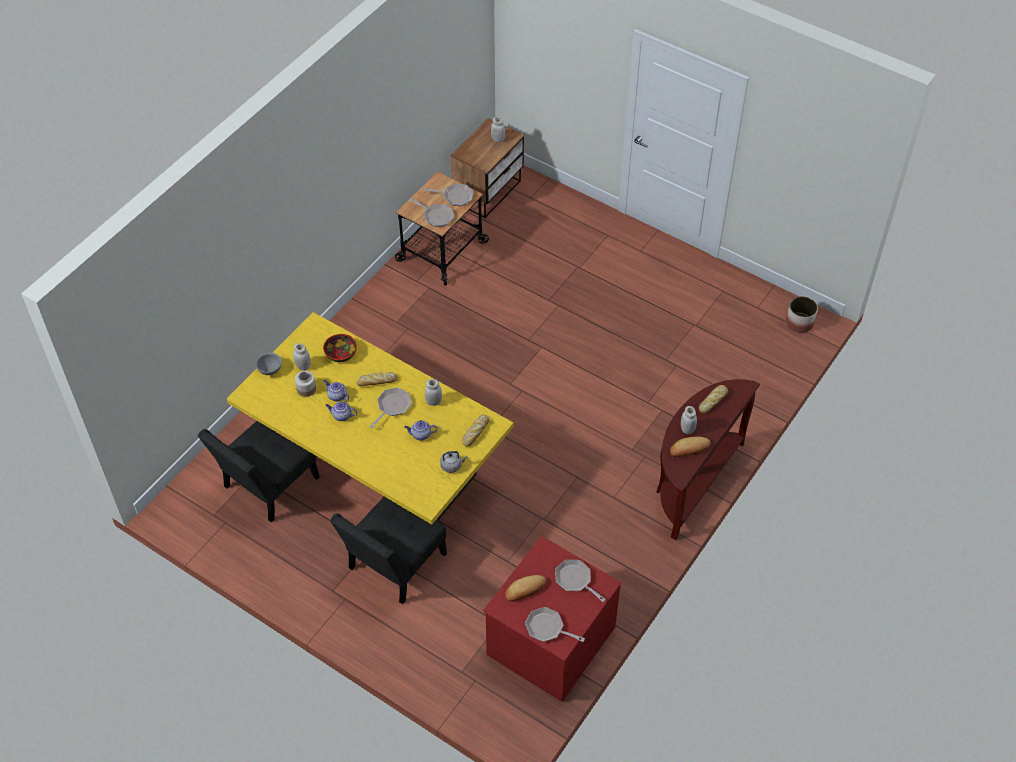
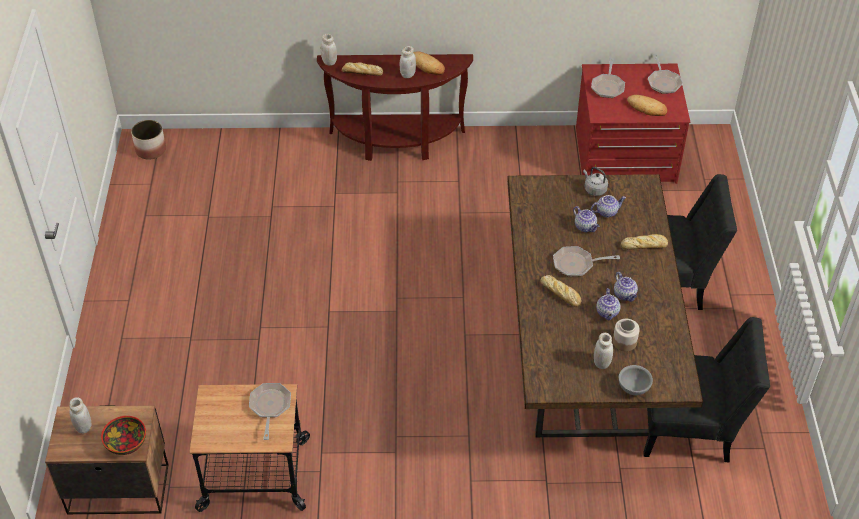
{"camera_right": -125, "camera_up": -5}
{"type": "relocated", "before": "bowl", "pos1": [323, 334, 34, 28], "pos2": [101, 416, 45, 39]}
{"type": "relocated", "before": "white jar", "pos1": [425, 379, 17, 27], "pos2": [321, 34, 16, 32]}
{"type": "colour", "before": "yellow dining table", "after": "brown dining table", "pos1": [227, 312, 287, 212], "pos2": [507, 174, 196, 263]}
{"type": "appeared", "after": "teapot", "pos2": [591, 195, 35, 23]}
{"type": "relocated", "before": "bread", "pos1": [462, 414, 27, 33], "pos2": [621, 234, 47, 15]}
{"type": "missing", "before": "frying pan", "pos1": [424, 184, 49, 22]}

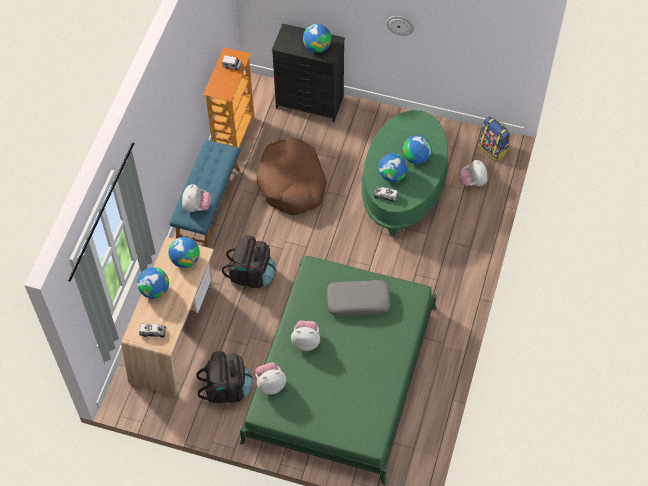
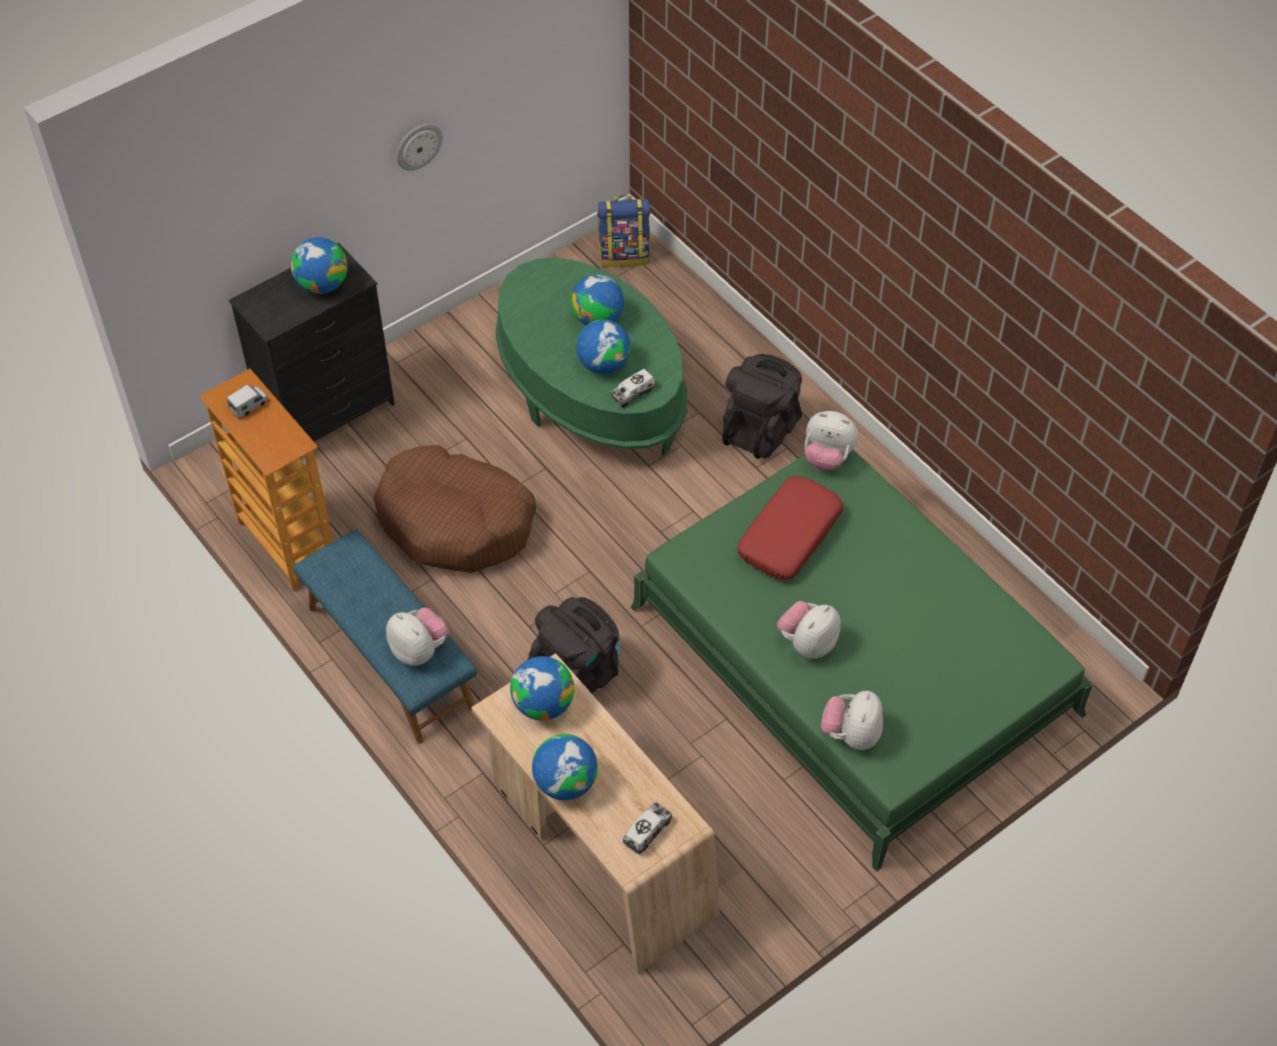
{"camera_right": -55, "camera_up": -5}
{"type": "relocated", "before": "black backpack", "pos1": [196, 351, 57, 52], "pos2": [722, 354, 80, 105]}
{"type": "colour", "before": "grey pillow", "after": "red pillow", "pos1": [327, 280, 63, 35], "pos2": [737, 476, 106, 104]}
{"type": "relocated", "before": "plush toy", "pos1": [459, 160, 29, 26], "pos2": [805, 411, 53, 60]}

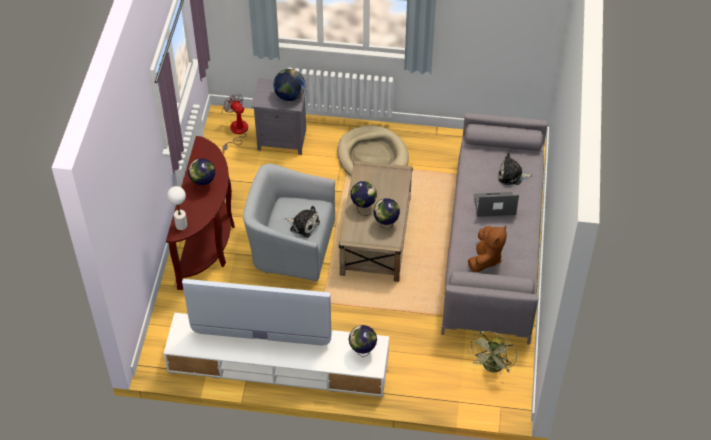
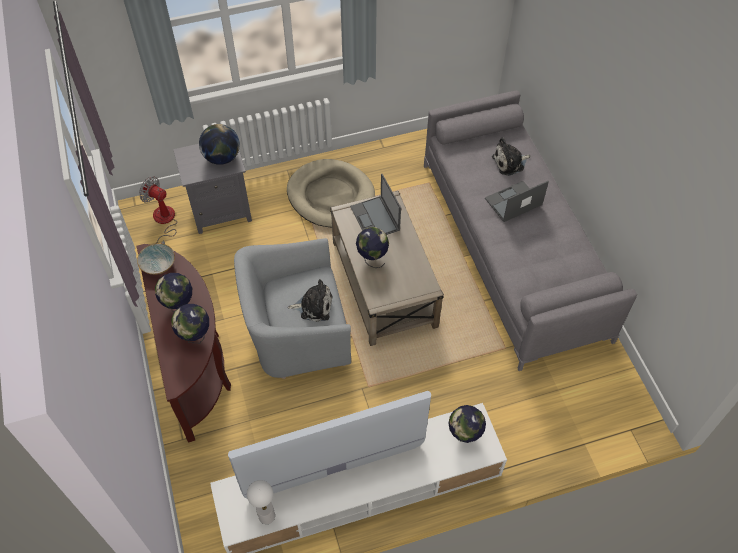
{"camera_right": -25, "camera_up": 5}
{"type": "appeared", "after": "bowl", "pos2": [137, 243, 38, 32]}
{"type": "relocated", "before": "globe", "pos1": [373, 199, 27, 31], "pos2": [171, 304, 38, 39]}
{"type": "relocated", "before": "white table lamp", "pos1": [167, 186, 20, 44], "pos2": [247, 480, 28, 44]}
{"type": "appeared", "after": "laptop", "pos2": [350, 174, 51, 61]}
{"type": "missing", "before": "brown plush toy", "pos1": [468, 225, 39, 47]}
{"type": "missing", "before": "green fan", "pos1": [468, 331, 49, 43]}

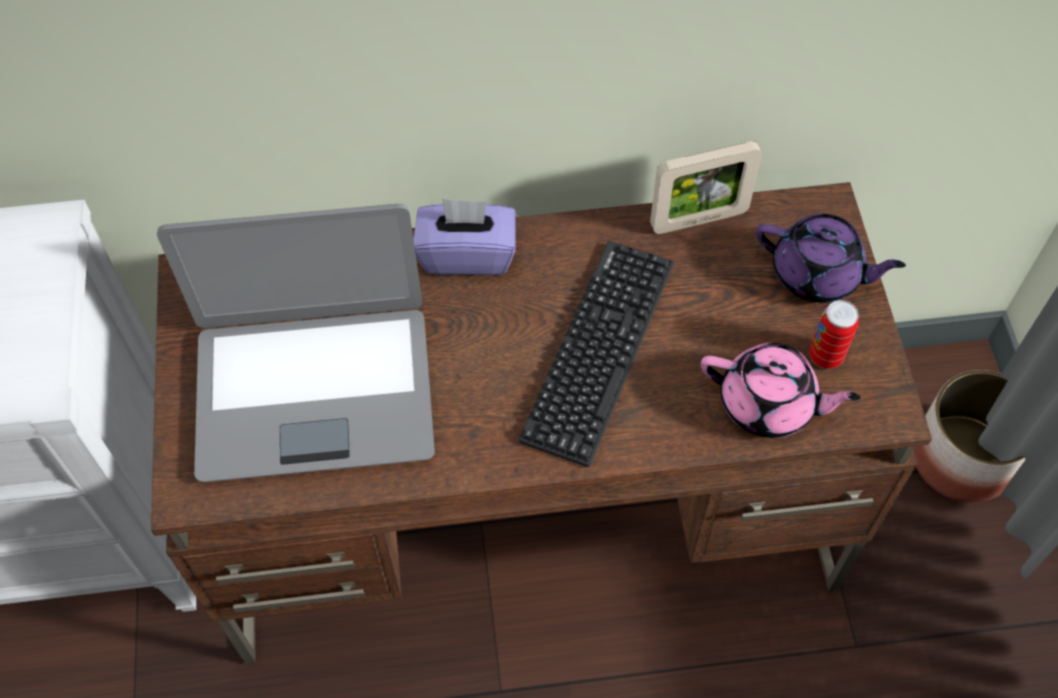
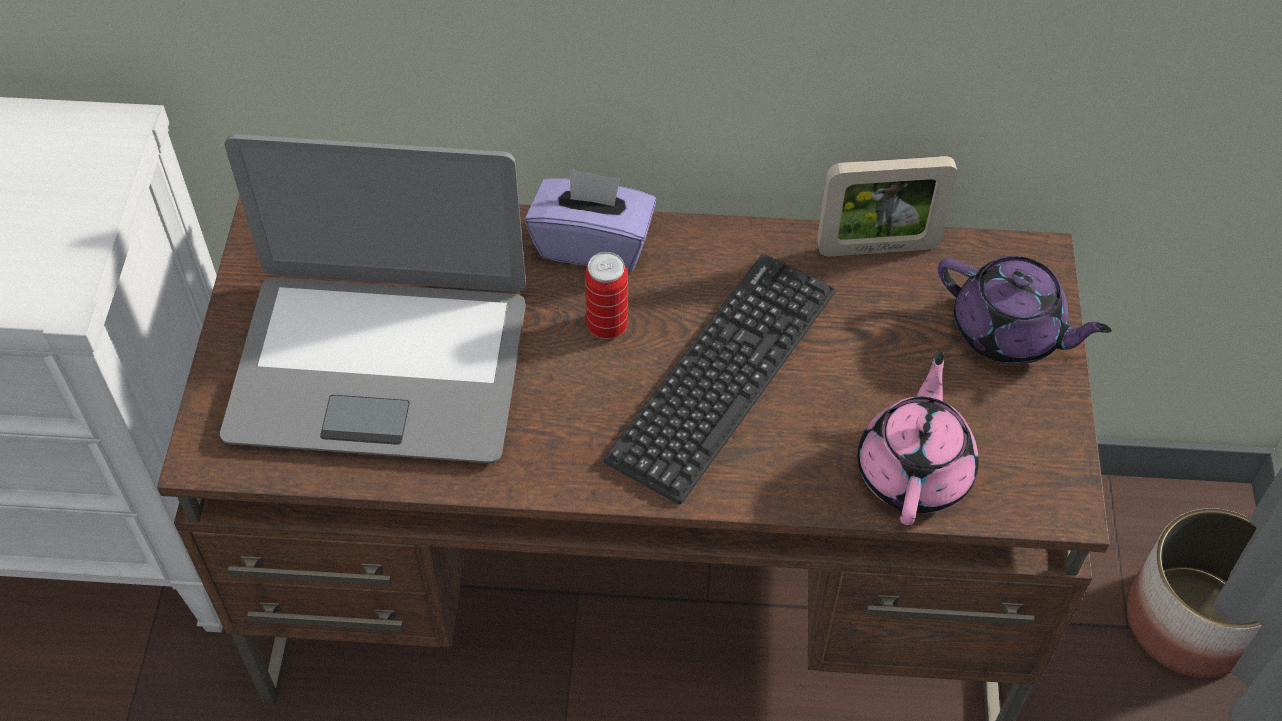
{"camera_right": 10, "camera_up": -5}
{"type": "relocated", "before": "can", "pos1": [809, 300, 50, 69], "pos2": [585, 252, 43, 87]}
{"type": "spun", "before": "pink teapot", "pos1": [701, 343, 160, 95], "pos2": [858, 351, 121, 174], "turn": -105}

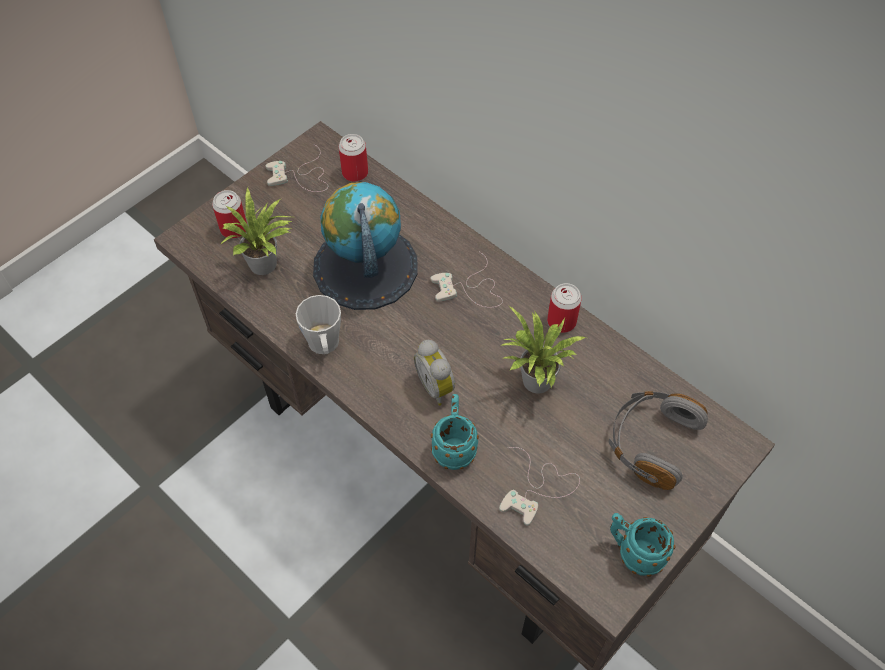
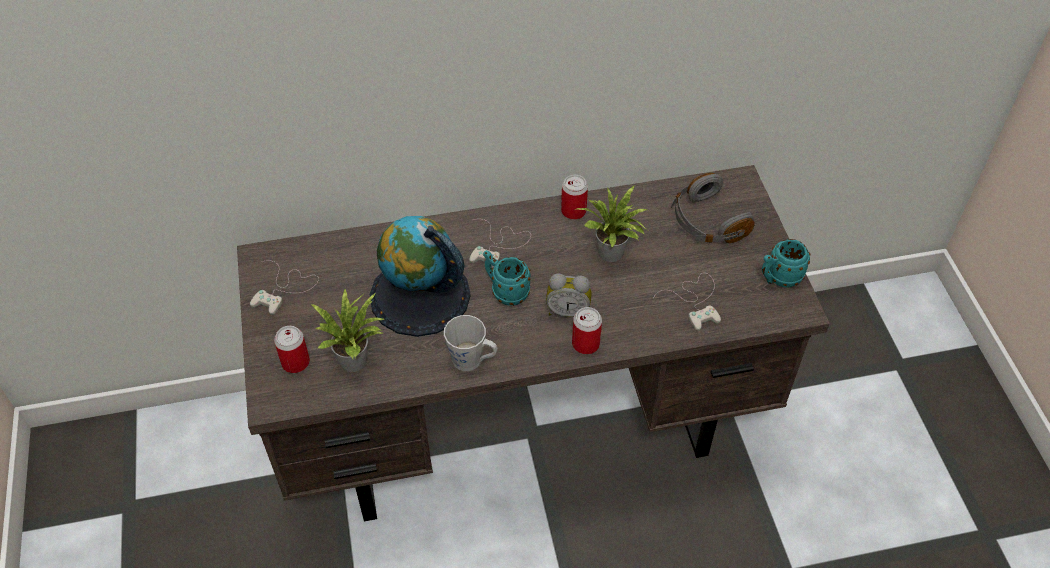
{"camera_right": -55, "camera_up": -5}
{"type": "relocated", "before": "turquoise mug", "pos1": [431, 394, 48, 76], "pos2": [483, 250, 48, 56]}
{"type": "relocated", "before": "can", "pos1": [339, 134, 29, 48], "pos2": [572, 307, 30, 47]}

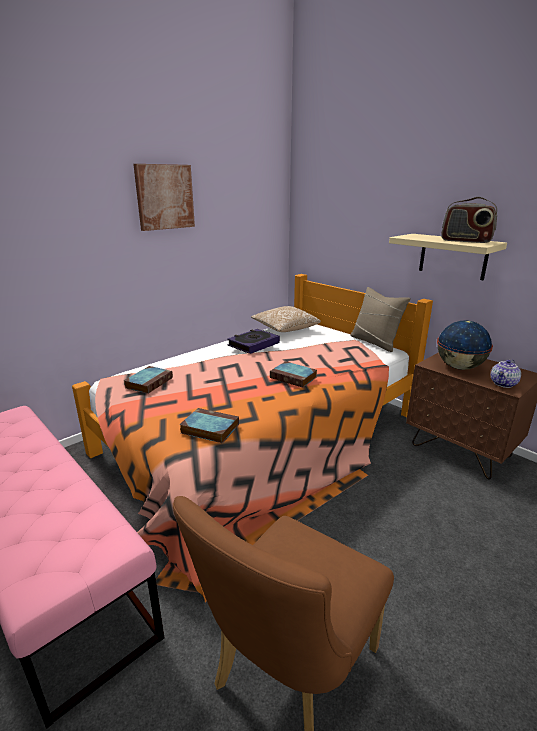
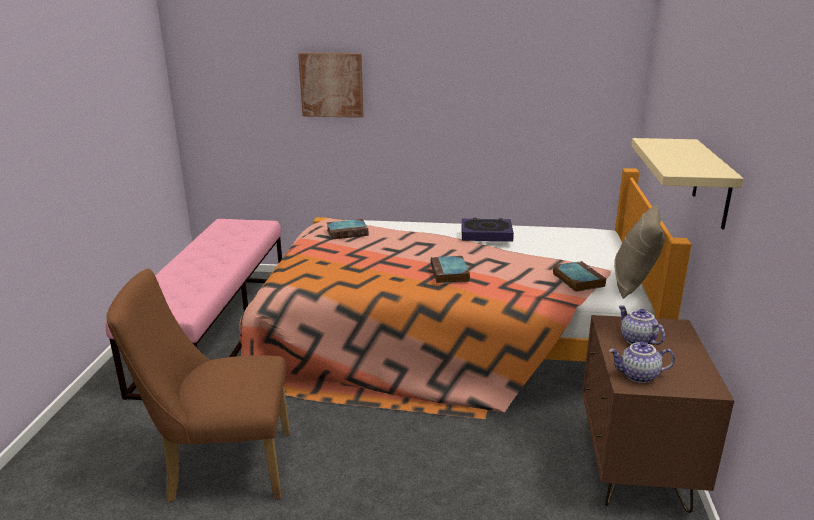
{"camera_right": 50, "camera_up": 0}
{"type": "relocated", "before": "picture", "pos1": [133, 164, 62, 67], "pos2": [298, 53, 66, 65]}
{"type": "relocated", "before": "book", "pos1": [179, 408, 60, 35], "pos2": [553, 261, 53, 31]}
{"type": "exchanged", "before": "globe", "after": "teapot", "pos1": [437, 320, 56, 50], "pos2": [619, 305, 46, 40]}
{"type": "missing", "before": "pillow", "pos1": [251, 306, 70, 26]}
{"type": "missing", "before": "radio", "pos1": [441, 197, 56, 46]}

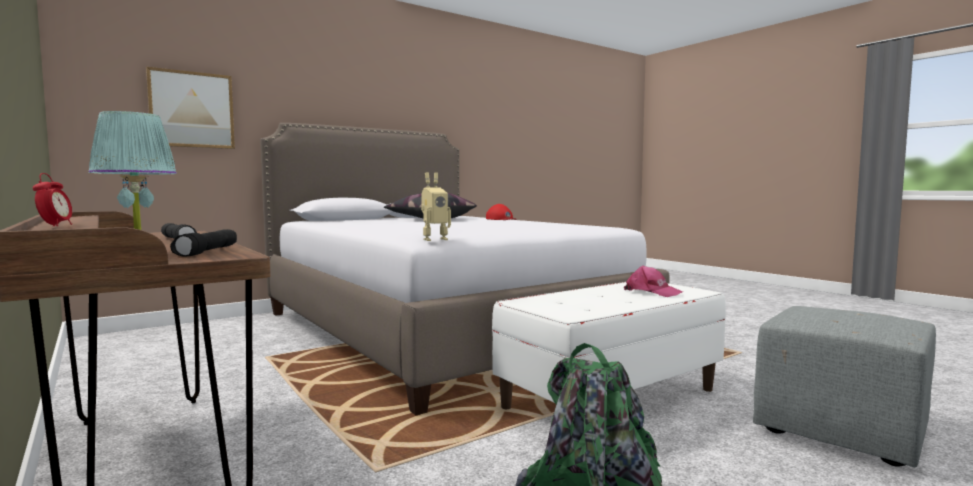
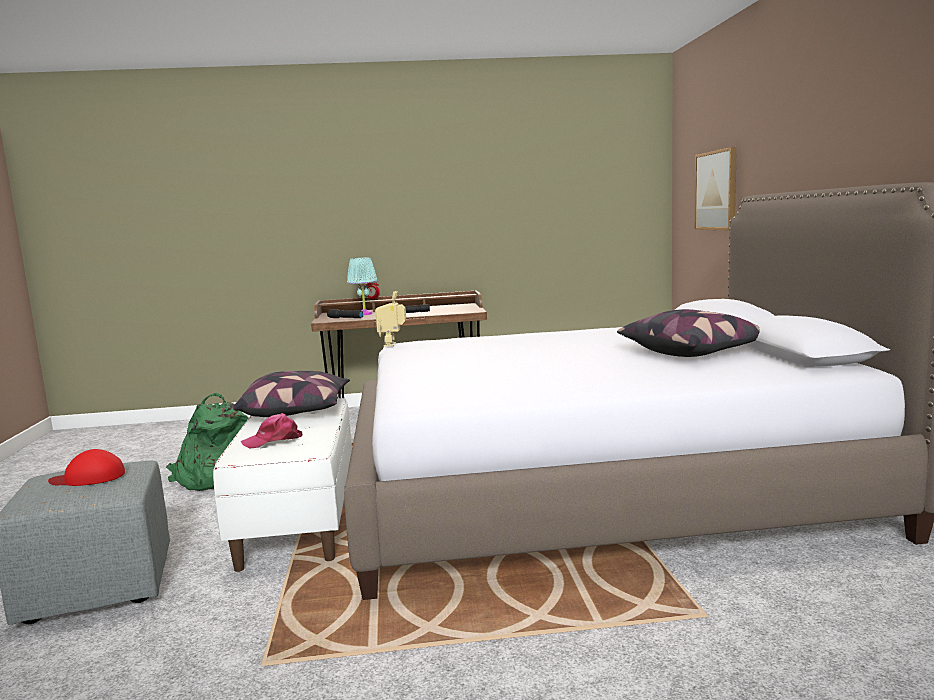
{"camera_right": 120, "camera_up": 5}
{"type": "relocated", "before": "red cap", "pos1": [486, 204, 31, 16], "pos2": [48, 449, 77, 37]}
{"type": "appeared", "after": "pillow", "pos2": [233, 371, 117, 46]}

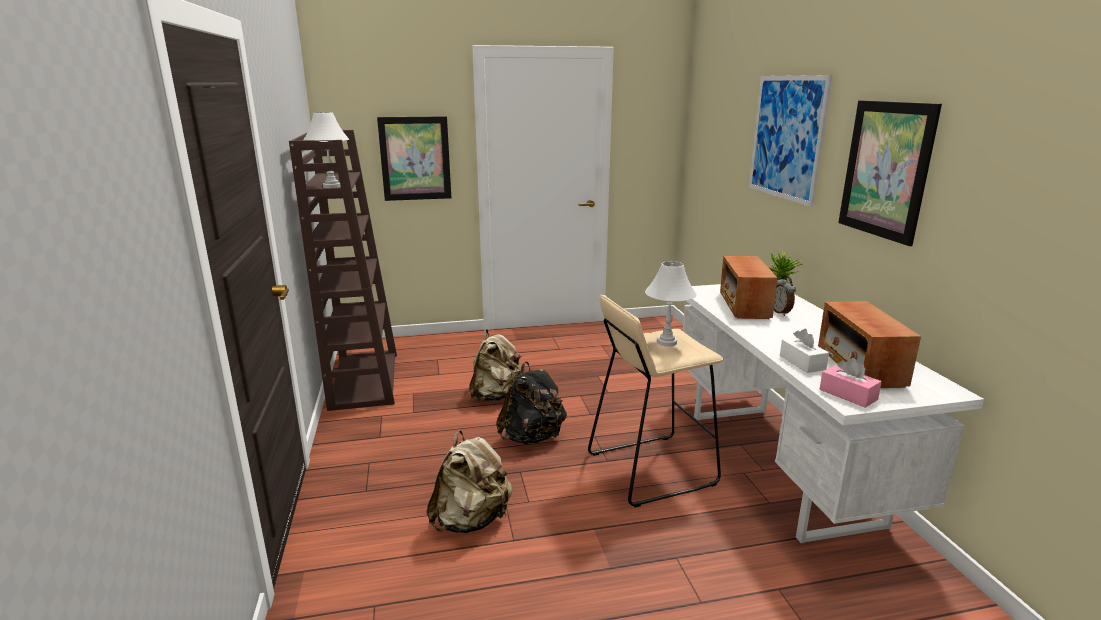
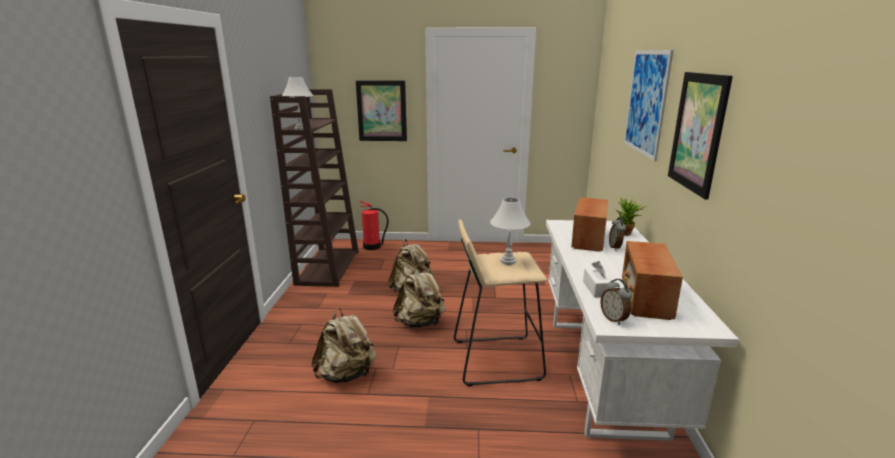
{"camera_right": 15, "camera_up": 0}
{"type": "appeared", "after": "fire extinguisher", "pos2": [360, 201, 28, 49]}
{"type": "colour", "before": "black backpack", "after": "beige backpack", "pos1": [496, 362, 71, 82], "pos2": [393, 266, 53, 61]}
{"type": "exchanged", "before": "pink tissue box", "after": "alarm clock", "pos1": [820, 358, 62, 50], "pos2": [600, 279, 32, 46]}

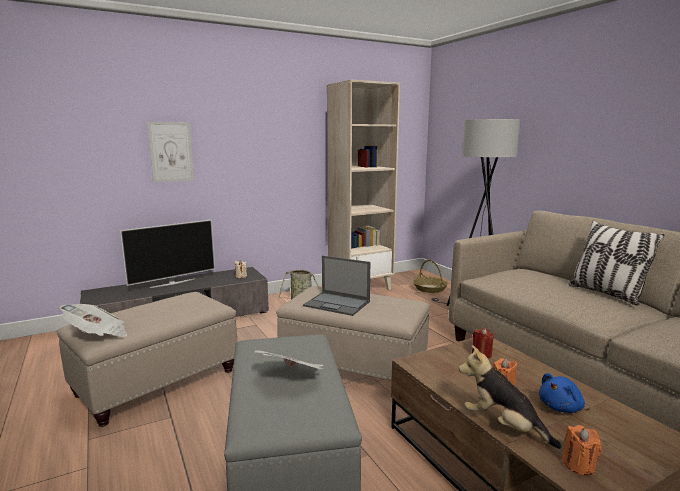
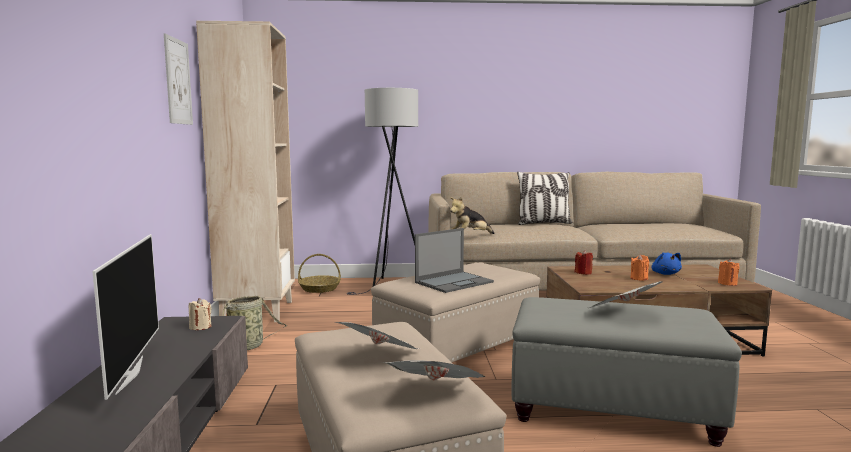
{"camera_right": -65, "camera_up": -5}
{"type": "relocated", "before": "picture", "pos1": [147, 122, 47, 60], "pos2": [164, 34, 29, 91]}
{"type": "appeared", "after": "newspaper", "pos2": [334, 322, 87, 27]}
{"type": "relocated", "before": "plush toy", "pos1": [459, 345, 102, 104], "pos2": [450, 197, 45, 37]}

